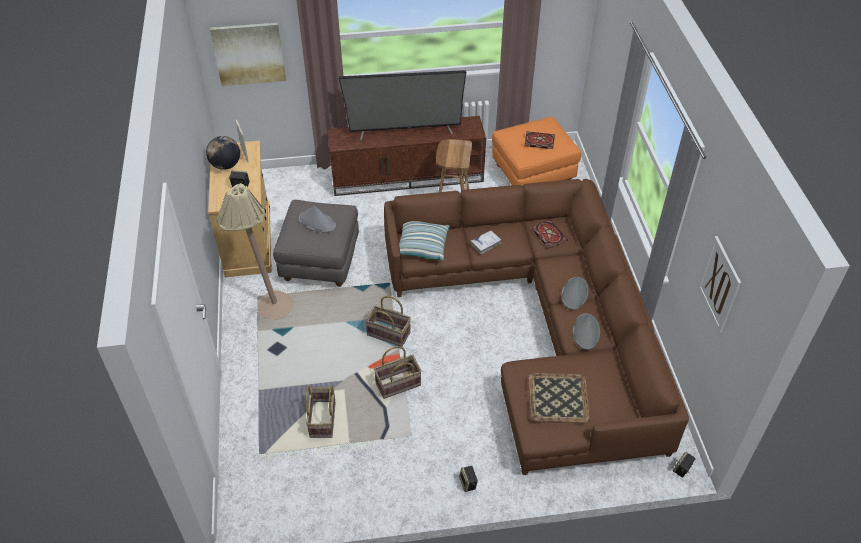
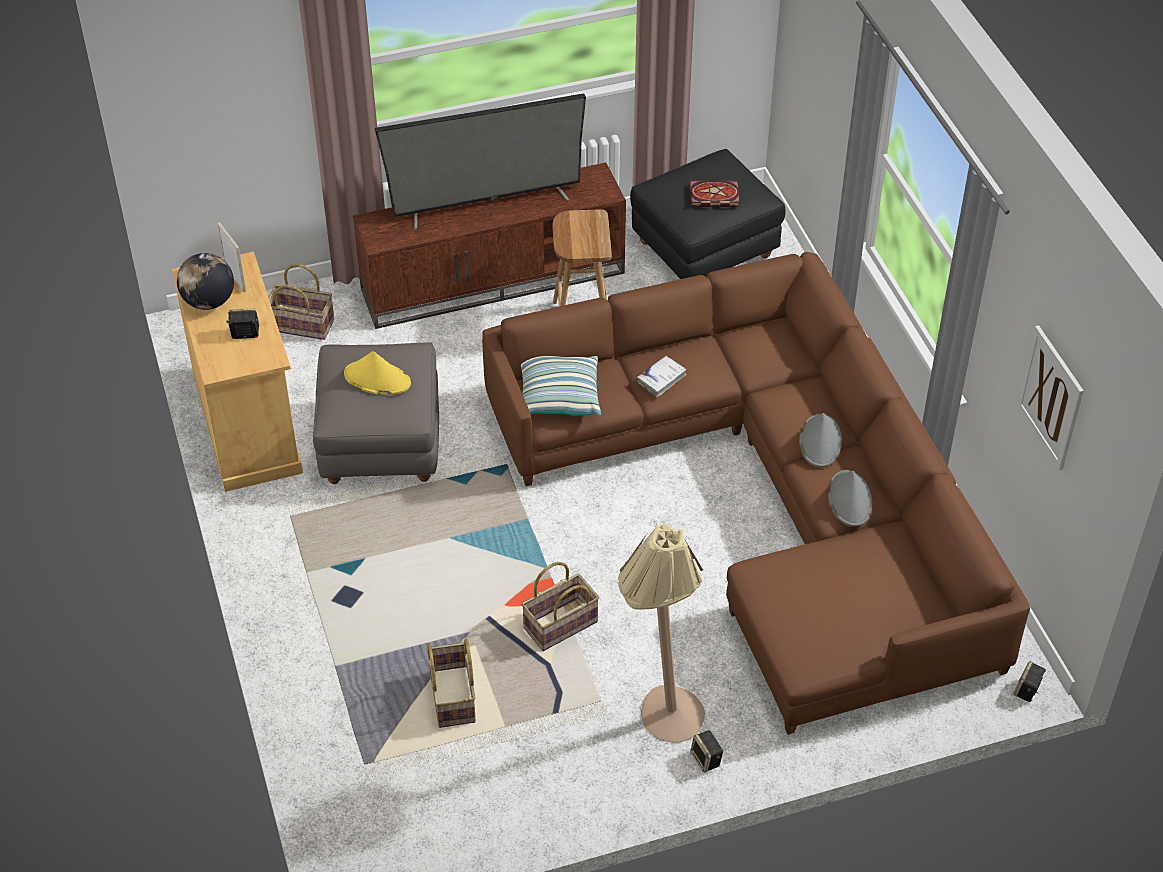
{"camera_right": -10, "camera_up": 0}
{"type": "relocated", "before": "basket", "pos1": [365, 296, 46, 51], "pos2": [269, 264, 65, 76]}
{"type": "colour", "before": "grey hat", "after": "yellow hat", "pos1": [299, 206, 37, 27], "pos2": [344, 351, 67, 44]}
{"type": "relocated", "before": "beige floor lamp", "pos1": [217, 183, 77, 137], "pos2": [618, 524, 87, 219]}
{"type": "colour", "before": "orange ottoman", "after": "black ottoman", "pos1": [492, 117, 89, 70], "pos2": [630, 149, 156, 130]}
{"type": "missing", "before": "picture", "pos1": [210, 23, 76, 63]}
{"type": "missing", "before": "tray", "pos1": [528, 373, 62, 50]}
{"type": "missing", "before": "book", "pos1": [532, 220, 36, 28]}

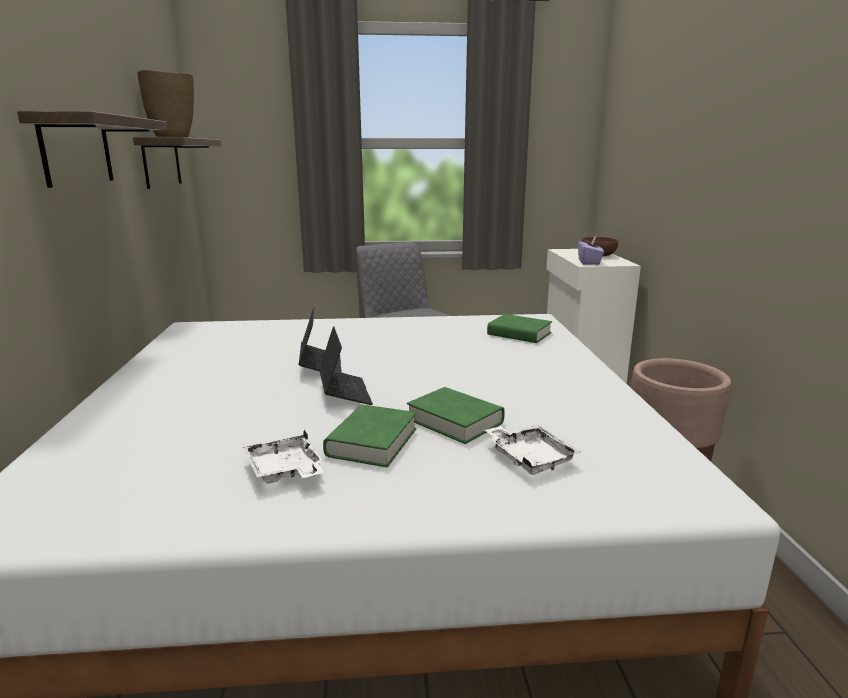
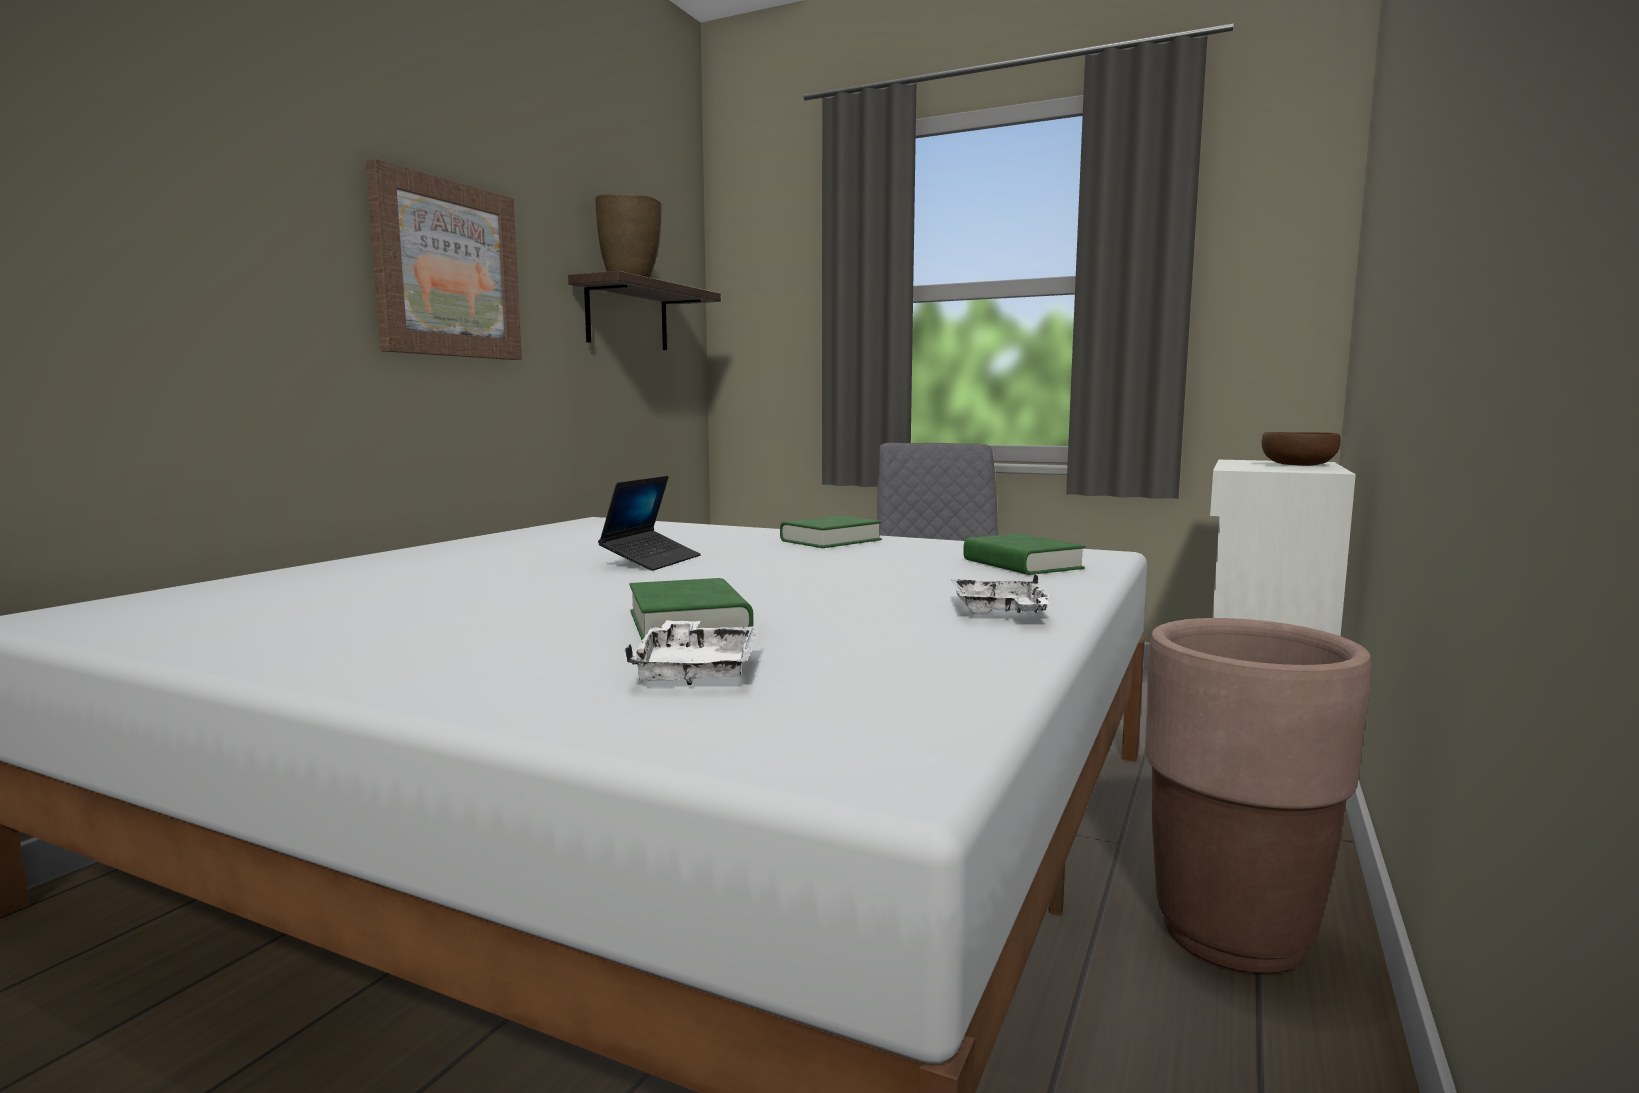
{"camera_right": 30, "camera_up": -10}
{"type": "exchanged", "before": "shelf", "after": "picture", "pos1": [17, 111, 151, 77], "pos2": [366, 159, 156, 201]}
{"type": "relocated", "before": "green book", "pos1": [323, 405, 93, 62], "pos2": [780, 516, 102, 32]}
{"type": "relocated", "before": "white tray", "pos1": [243, 429, 81, 55], "pos2": [951, 574, 102, 40]}
{"type": "missing", "before": "laptop", "pos1": [319, 326, 54, 79]}
{"type": "missing", "before": "purple tissue box", "pos1": [578, 236, 26, 29]}

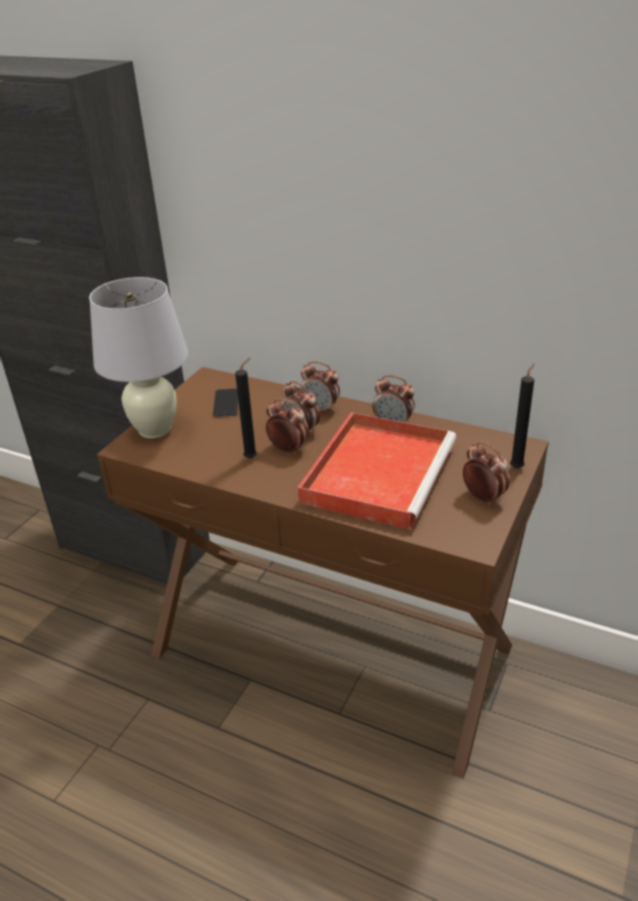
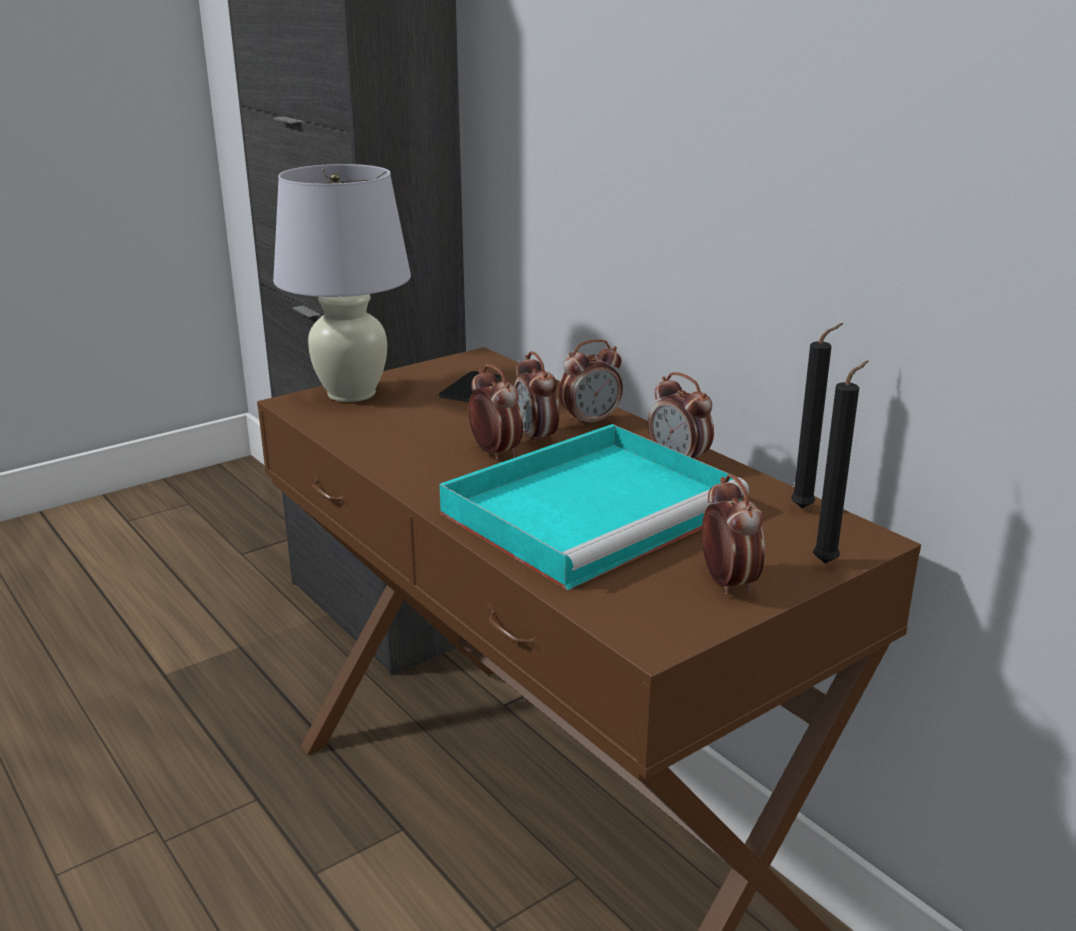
{"camera_right": 25, "camera_up": -10}
{"type": "colour", "before": "red tray", "after": "turquoise tray", "pos1": [298, 412, 158, 118], "pos2": [439, 424, 310, 166]}
{"type": "spun", "before": "alarm clock", "pos1": [299, 361, 41, 53], "pos2": [558, 339, 65, 89], "turn": -75}
{"type": "relocated", "before": "black candle", "pos1": [235, 358, 22, 101], "pos2": [791, 323, 52, 185]}

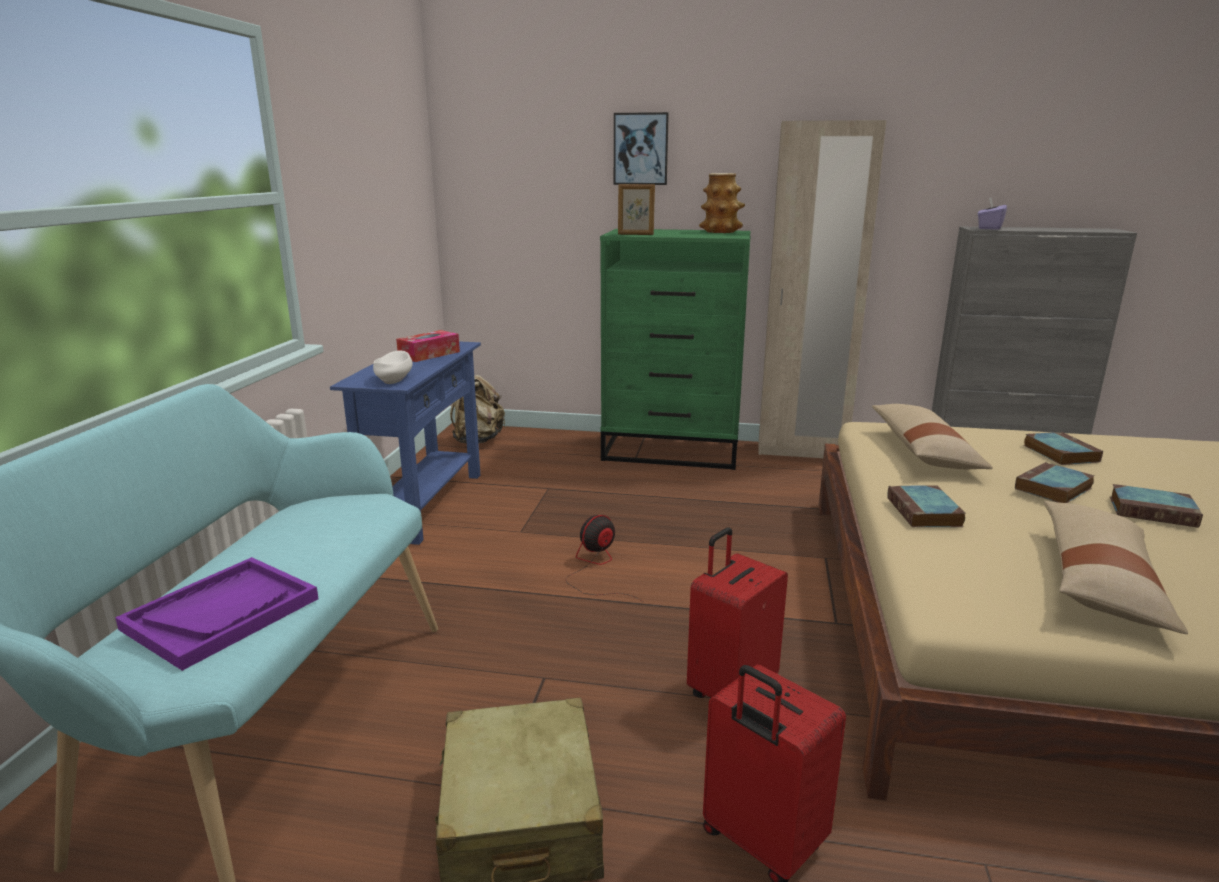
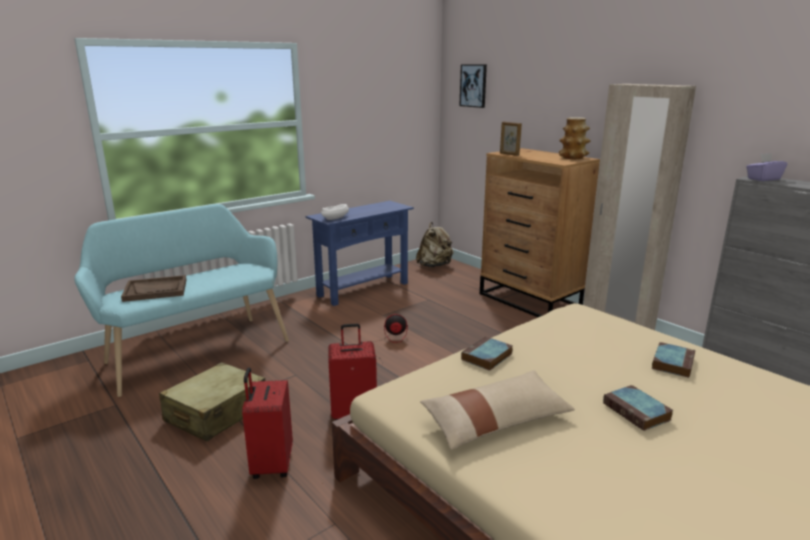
{"camera_right": 40, "camera_up": 0}
{"type": "colour", "before": "purple tray", "after": "brown tray", "pos1": [115, 557, 204, 114], "pos2": [121, 275, 65, 27]}
{"type": "relocated", "before": "picture", "pos1": [614, 112, 55, 73], "pos2": [460, 64, 27, 44]}
{"type": "colour", "before": "green dresser", "after": "brown dresser", "pos1": [600, 229, 151, 241], "pos2": [480, 148, 120, 169]}
{"type": "missing", "before": "tissue box", "pos1": [396, 330, 64, 32]}
{"type": "missing", "before": "beige pillow", "pos1": [872, 404, 121, 65]}
{"type": "missing", "before": "book", "pos1": [1015, 462, 79, 41]}

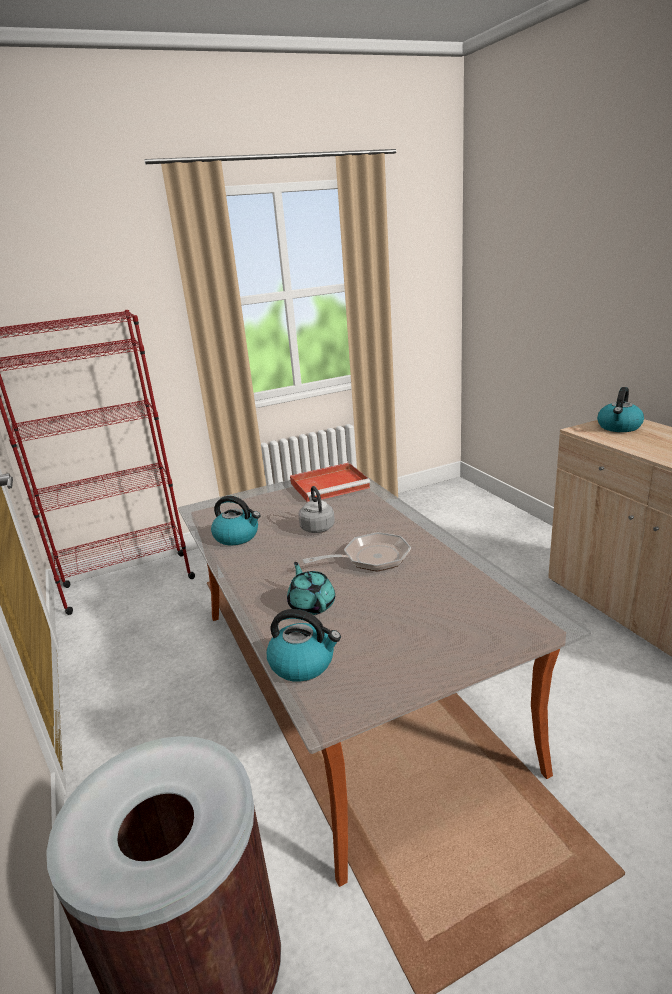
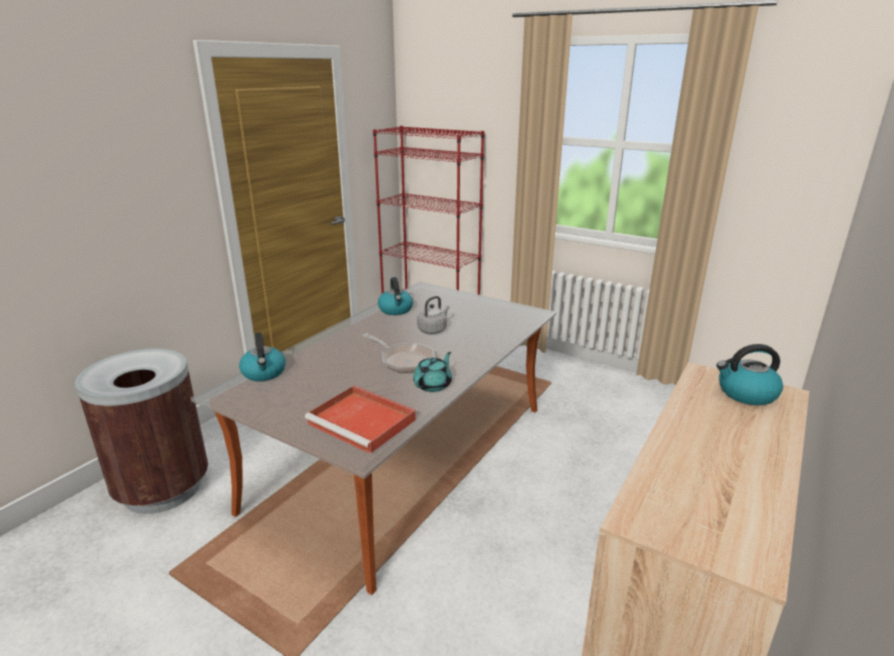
{"camera_right": 55, "camera_up": 0}
{"type": "relocated", "before": "red tray", "pos1": [290, 463, 80, 39], "pos2": [305, 386, 111, 68]}
{"type": "relocated", "before": "turquoise teapot", "pos1": [287, 562, 48, 53], "pos2": [413, 352, 39, 40]}

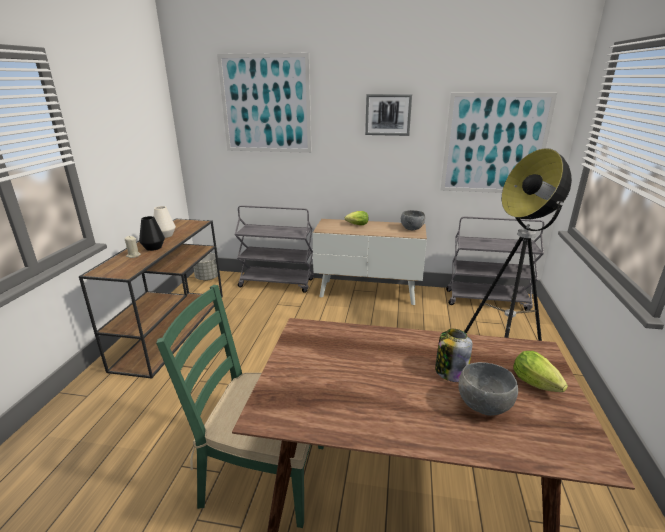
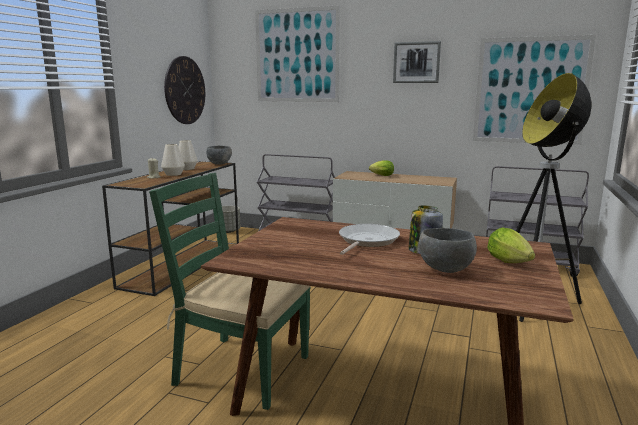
{"camera_right": 10, "camera_up": -10}
{"type": "colour", "before": "black vase", "after": "white vase", "pos1": [139, 216, 26, 35], "pos2": [161, 144, 24, 32]}
{"type": "appeared", "after": "wall clock", "pos2": [164, 56, 41, 68]}
{"type": "relocated", "before": "grey bowl", "pos1": [401, 210, 24, 20], "pos2": [206, 146, 26, 19]}
{"type": "appeared", "after": "frying pan", "pos2": [339, 224, 61, 31]}

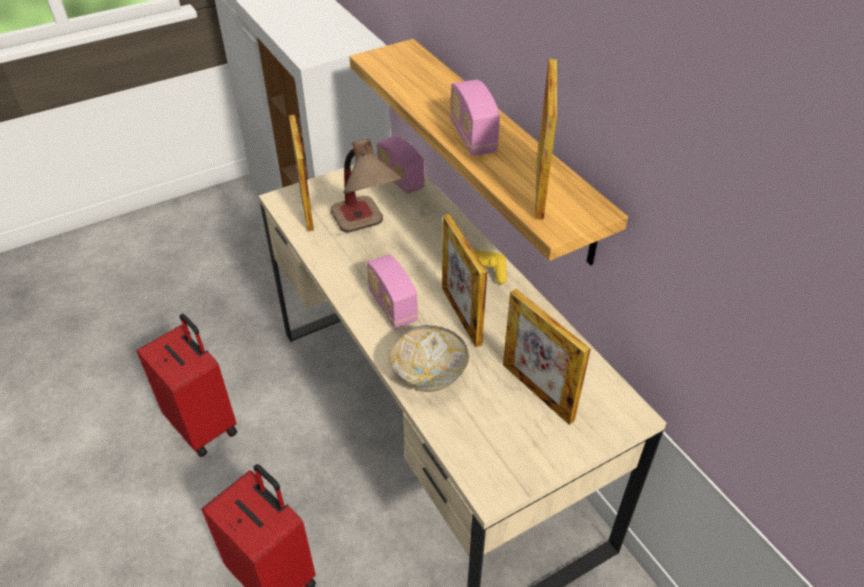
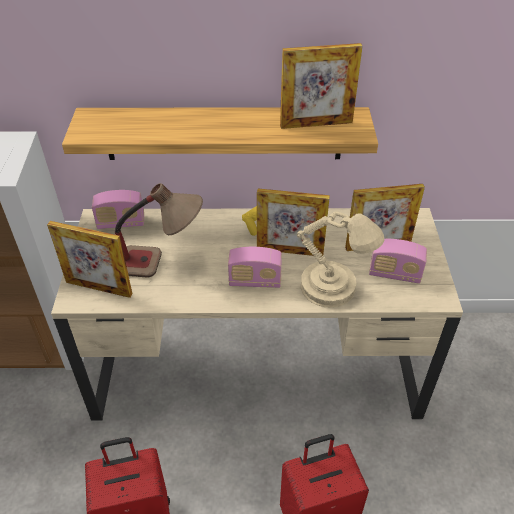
{"camera_right": -60, "camera_up": 0}
{"type": "spun", "before": "picture frame", "pos1": [535, 59, 22, 160], "pos2": [280, 43, 83, 86], "turn": 135}
{"type": "exchanged", "before": "bowl", "after": "beige table lamp", "pos1": [389, 325, 80, 67], "pos2": [296, 211, 88, 97]}
{"type": "relocated", "before": "radio", "pos1": [450, 80, 50, 76], "pos2": [369, 239, 58, 45]}

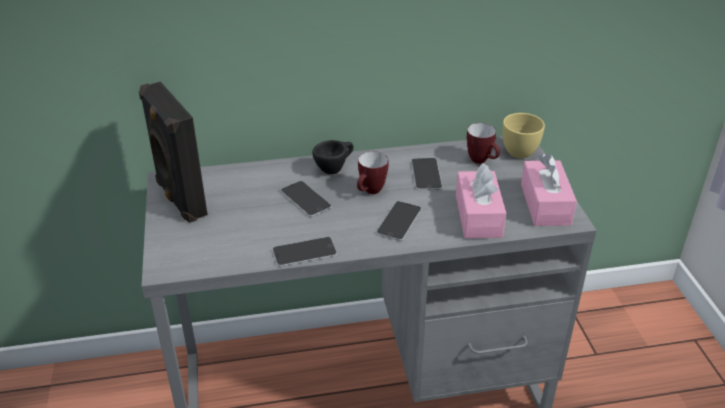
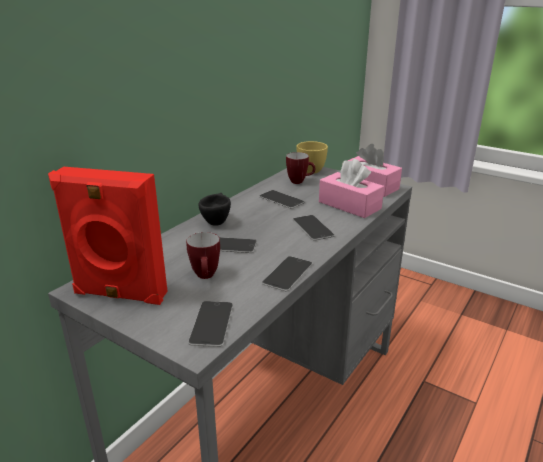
{"camera_right": -45, "camera_up": -10}
{"type": "colour", "before": "black speaker", "after": "red speaker", "pos1": [139, 81, 69, 142], "pos2": [48, 167, 120, 138]}
{"type": "relocated", "before": "mug", "pos1": [357, 151, 31, 43], "pos2": [186, 232, 34, 47]}
{"type": "appeared", "after": "phone", "pos2": [188, 301, 45, 46]}

